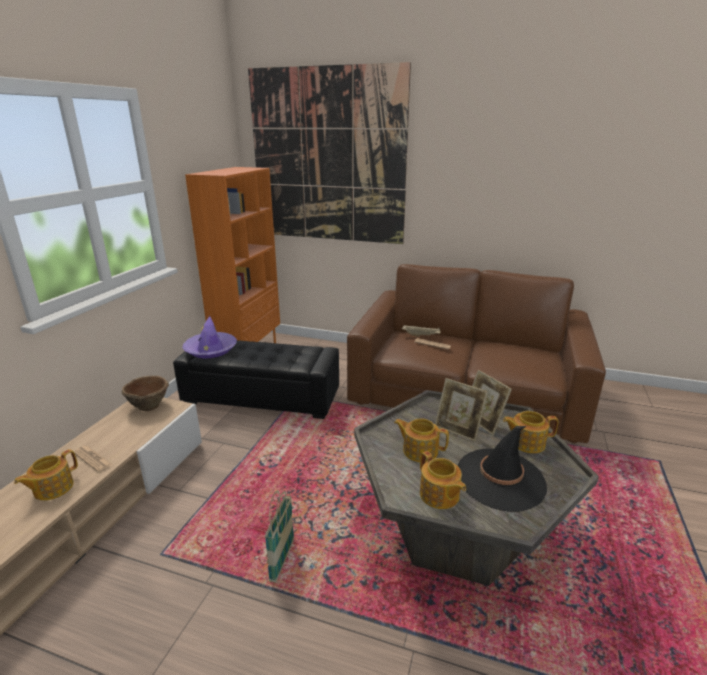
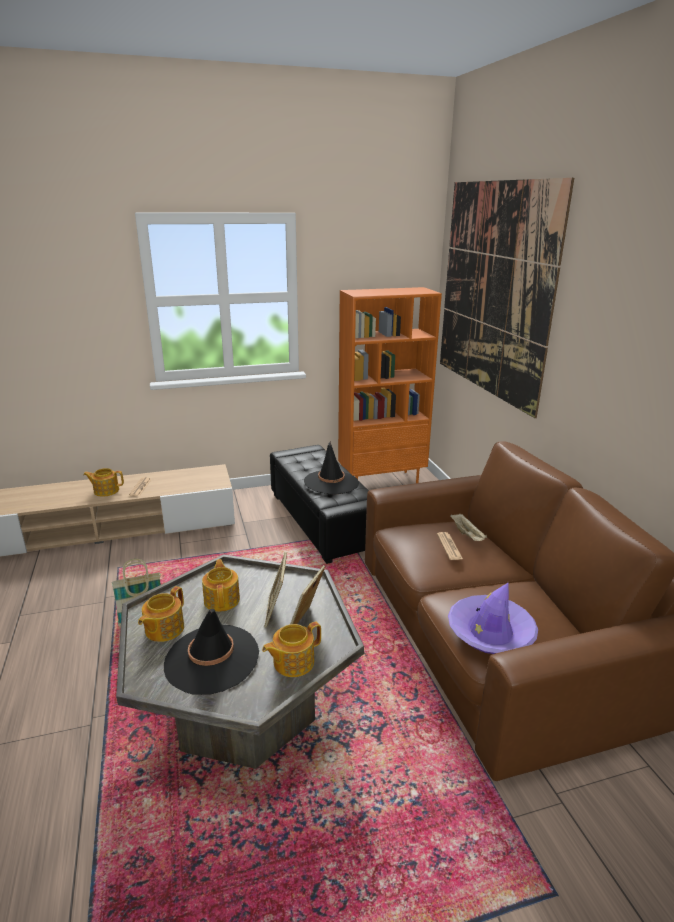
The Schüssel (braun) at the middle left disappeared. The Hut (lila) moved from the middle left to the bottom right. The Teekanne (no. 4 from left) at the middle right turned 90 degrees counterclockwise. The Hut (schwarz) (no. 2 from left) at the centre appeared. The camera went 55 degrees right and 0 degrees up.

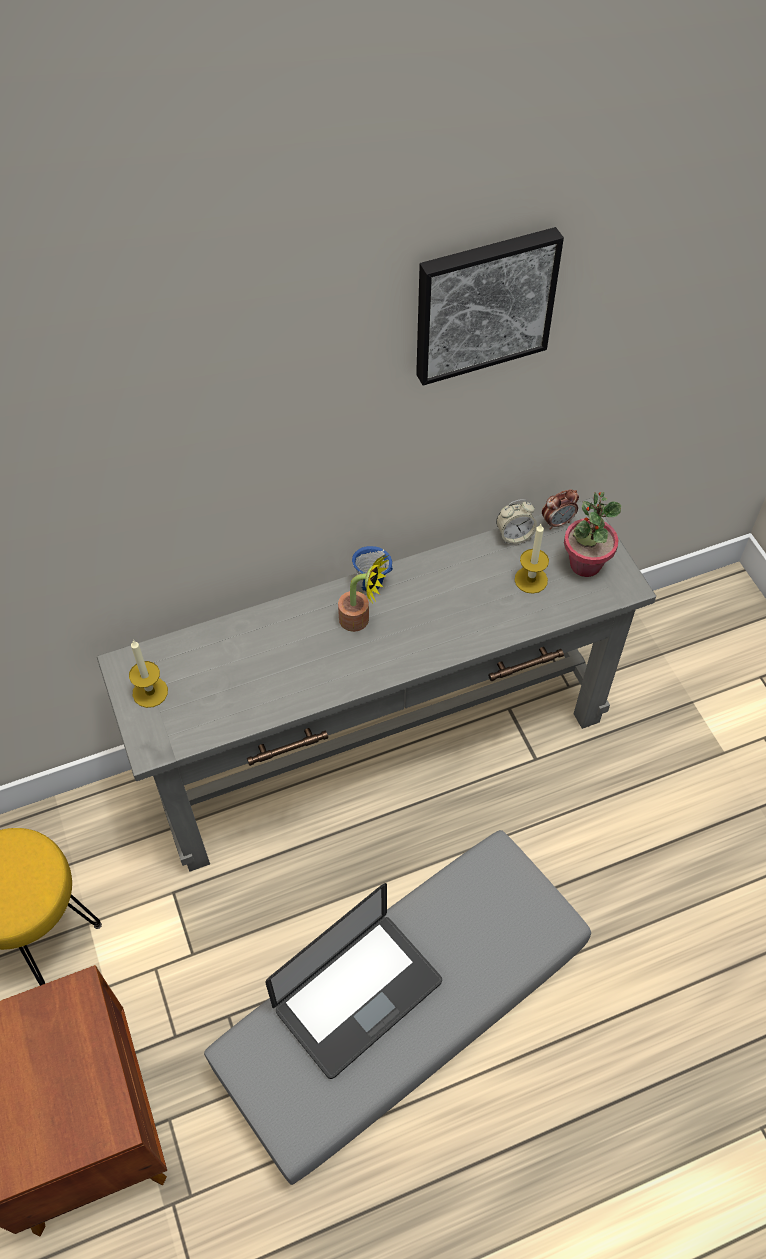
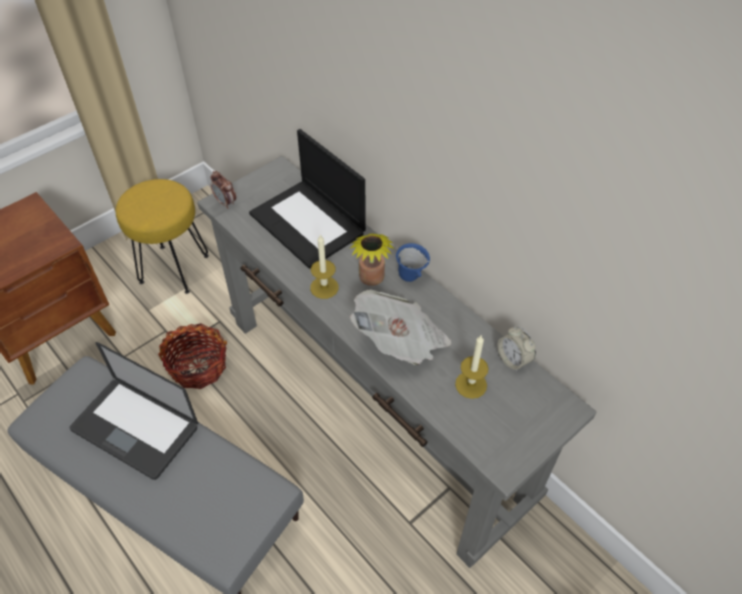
The Kerze (no. 1 from left) moved from the middle left to the centre. The Bild at the top centre disappeared. The Wecker (no. 2 from left in the first image) moved from the middle right to the top left. The Topfpflanze (no. 2 from left) at the middle right disappeared. The Korb at the middle left appeared. The Laptop (no. 2 from left) at the centre appeared. The Zeitung at the centre appeared. The camera went 70 degrees right and 5 degrees down.

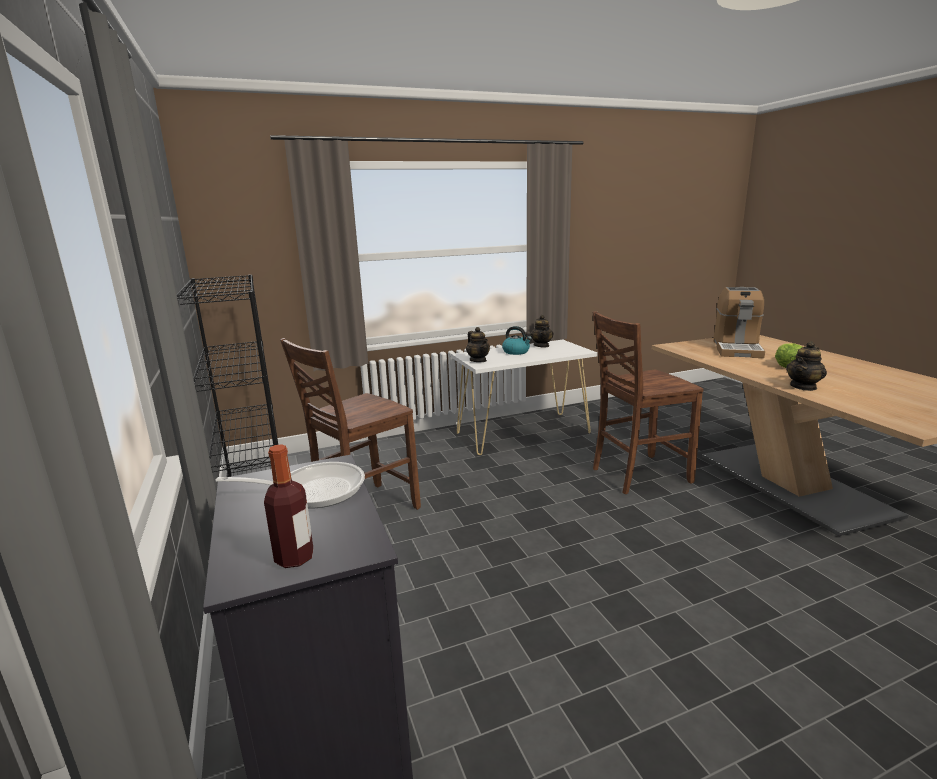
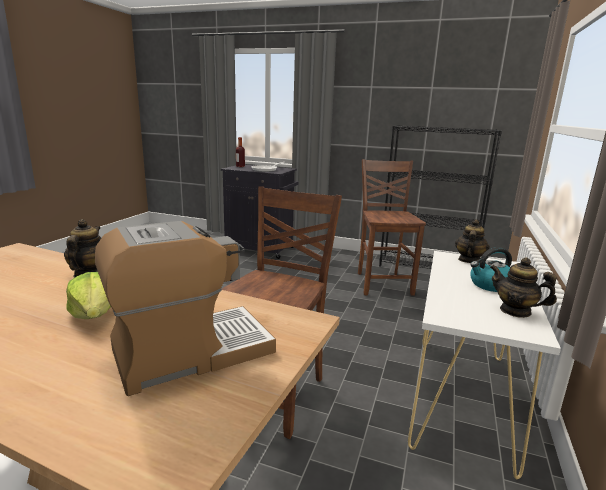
The Teekanne (no. 1 from left in the first image) at the centre turned 105 degrees clockwise. The Kaffeemaschine at the middle right turned 90 degrees clockwise. The camera went 130 degrees right and 0 degrees up.

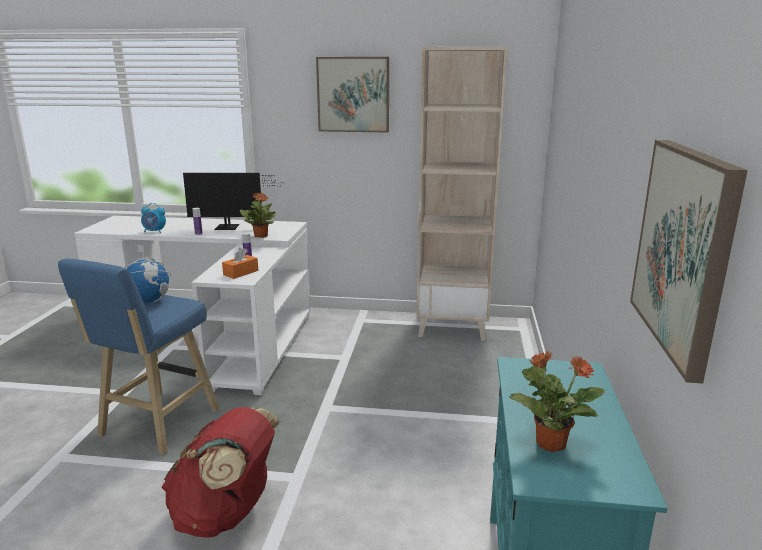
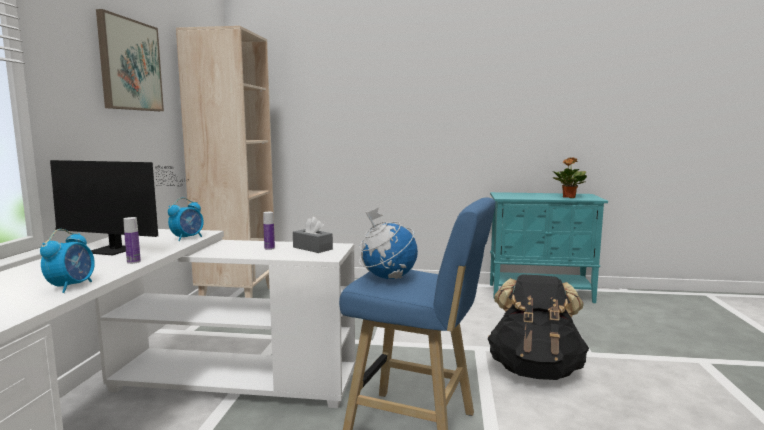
The Rucksack (rot) at the bottom left became the Rucksack (schwarz) at the bottom right. The Monitor at the middle left turned 105 degrees clockwise. The Taschentuchbox (orange) at the middle left became the Taschentuchbox (grau) at the centre. The Topfpflanze (no. 1 from left) at the centre was replaced by the Wecker (no. 2 from left) at the middle left. The Bild (no. 2 from left) at the middle right disappeared. The camera went 90 degrees left and 10 degrees down.

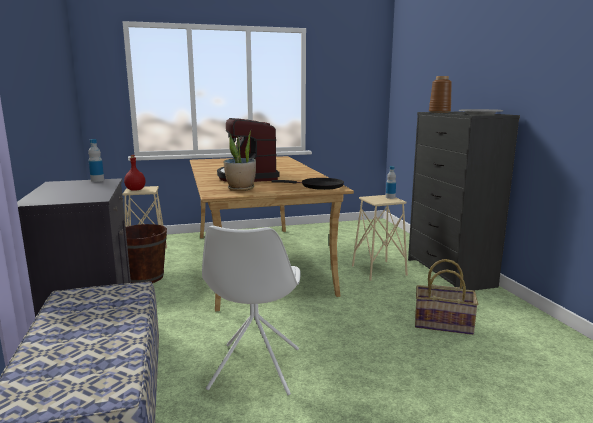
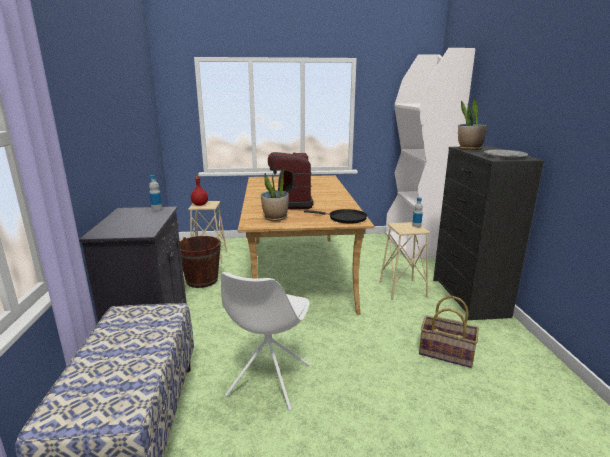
The Vase (braun) at the top right was replaced by the Topfpflanze (no. 2 from left) at the top right. The Bücherregal (weiß) at the middle right appeared. The camera went 10 degrees right and 5 degrees up.

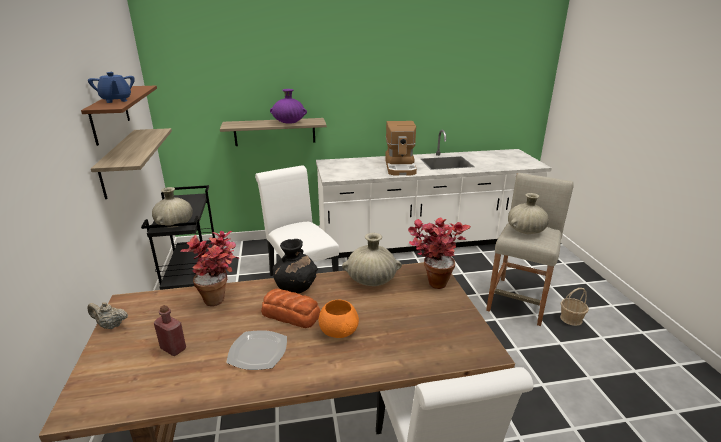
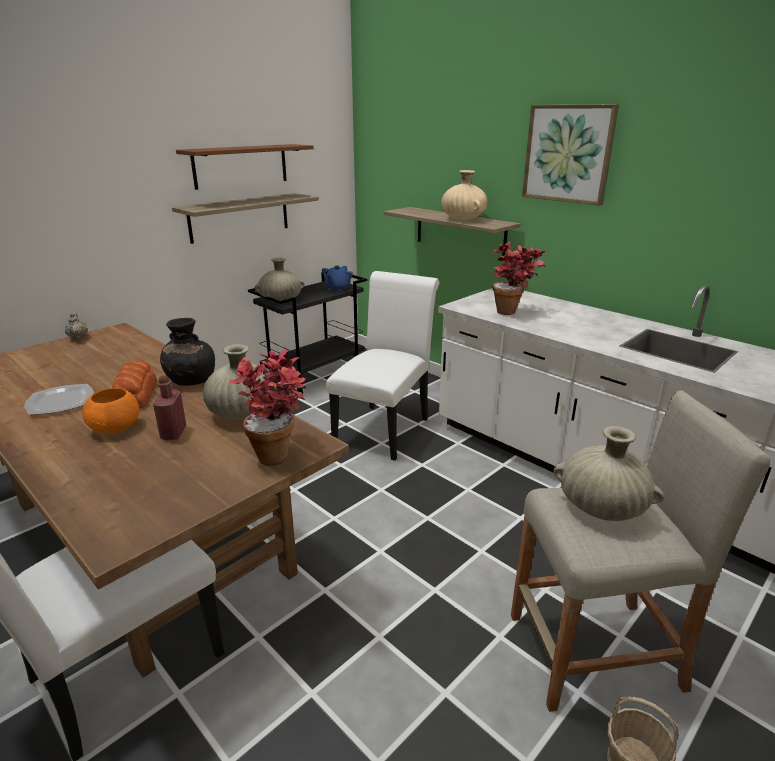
The Teekanne (blau) moved from the top left to the centre. The Flasche (rot) moved from the bottom left to the middle left. The Topfpflanze (no. 1 from left in the first image) moved from the middle left to the middle right. The Vase (lila) at the top centre became the Vase (beige) (no. 3 from left) at the top centre. The Kaffeemaschine at the centre disappeared. The Bild at the top right appeared. The camera went 55 degrees right and 0 degrees up.

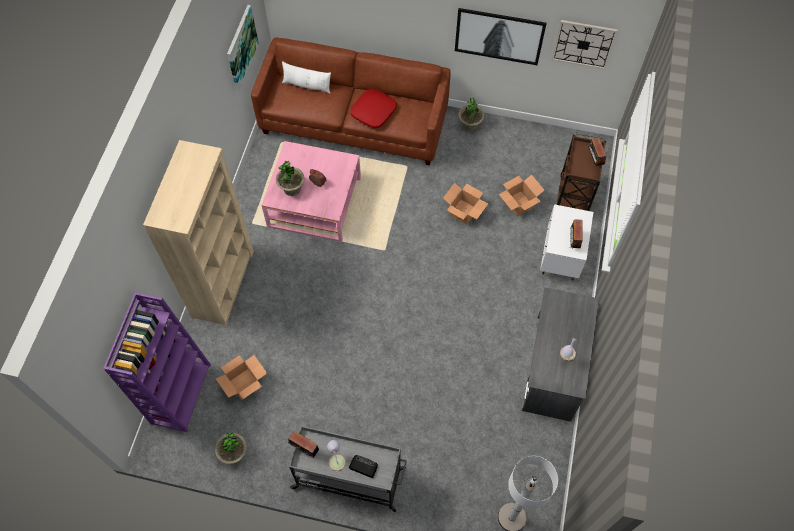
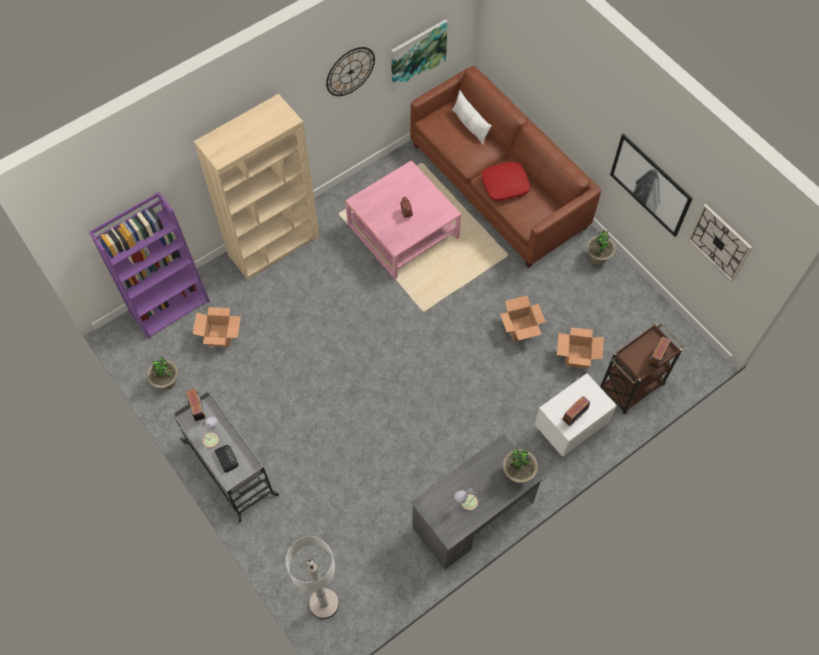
The Topfpflanze (no. 2 from left) moved from the centre to the bottom centre. The Wanduhr (no. 1 from left) at the top centre appeared. The camera went 40 degrees right and 0 degrees up.

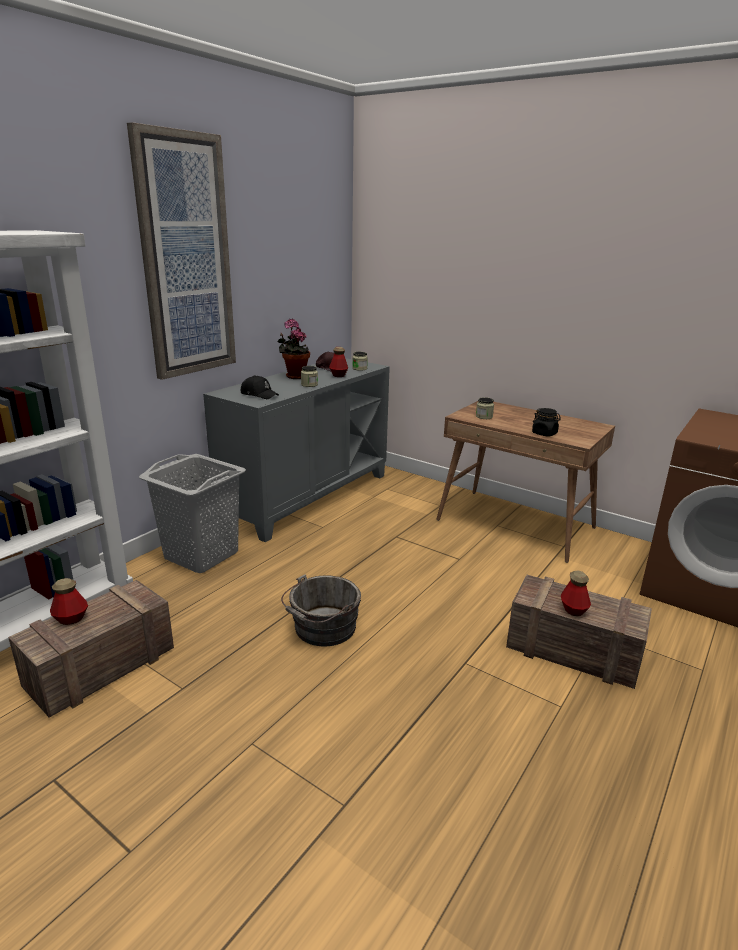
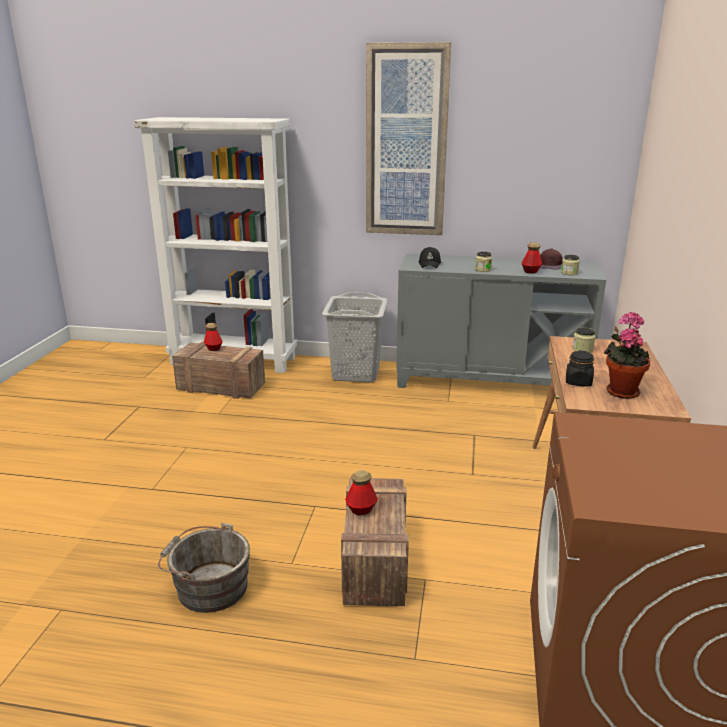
The Topfpflanze moved from the centre to the middle right. The Eimer (grau) moved from the centre to the bottom left. The camera went 65 degrees right and 0 degrees up.

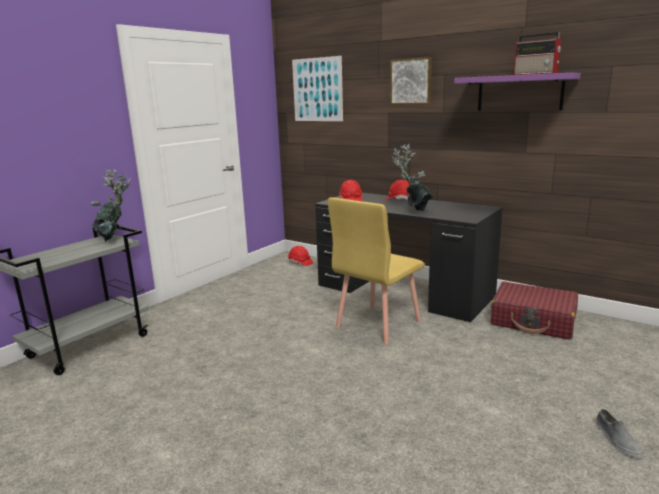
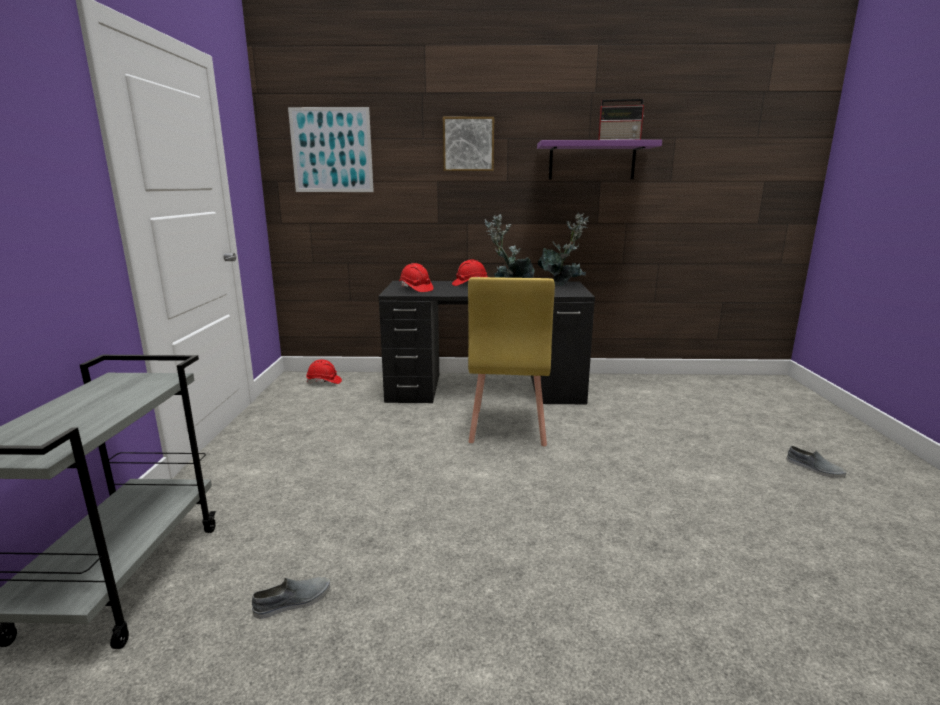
The Topfpflanze (no. 1 from left in the first image) moved from the middle left to the centre. The Koffer (rot) at the middle right disappeared. The Schuh (grau) (no. 1 from left) at the bottom left appeared. The camera went 35 degrees left and 0 degrees up.

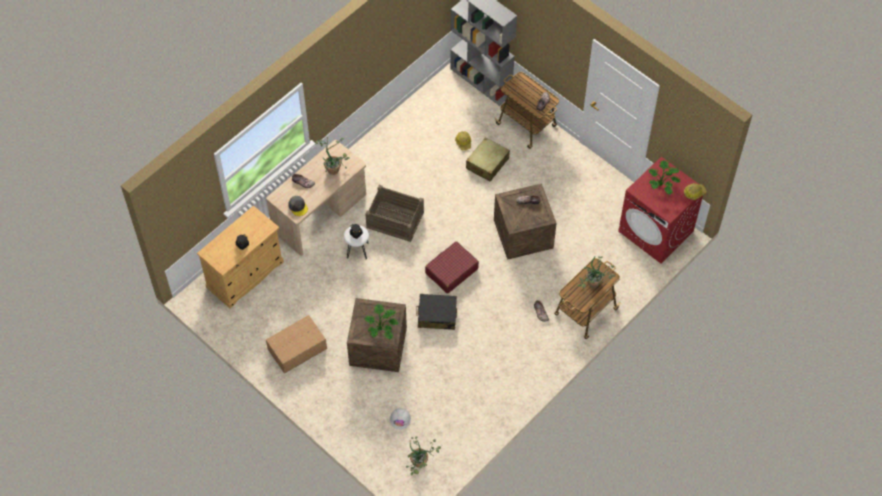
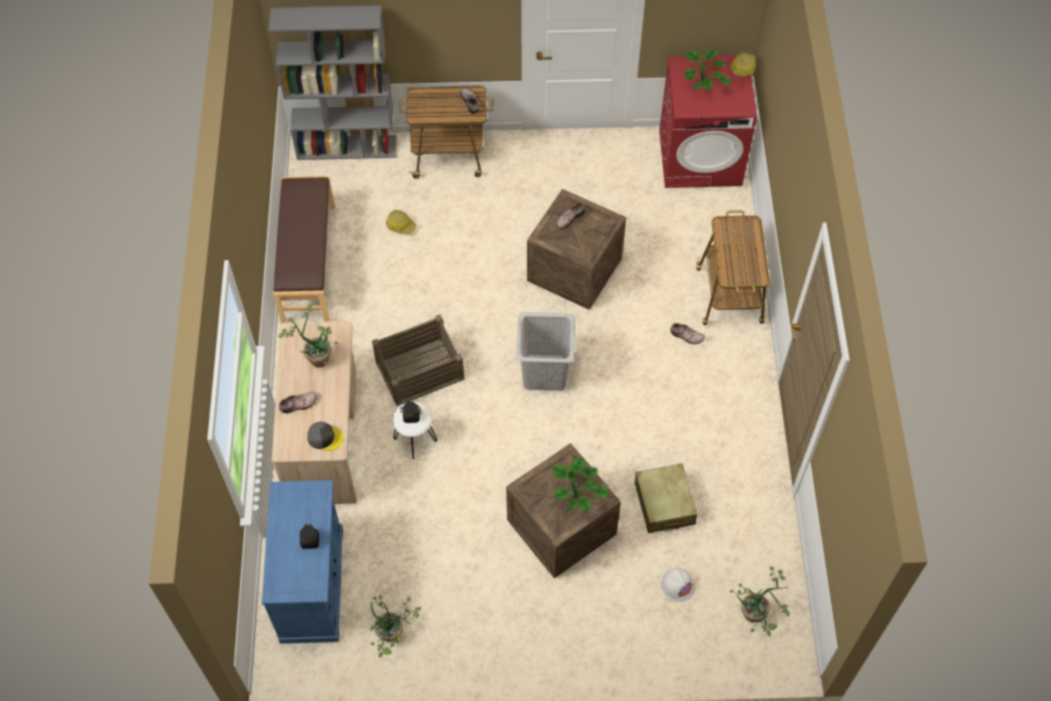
The Schrank (beige) at the middle left became the Schrank (blau) at the bottom left. The Karton at the bottom centre disappeared. The Koffer (schwarz) at the centre disappeared. The Koffer (rot) at the centre was replaced by the Wäschekorb (grau) at the centre. The Koffer (beige) moved from the top centre to the bottom centre. The Topfpflanze (no. 4 from left in the first image) moved from the middle right to the bottom centre. The Bank (braun) at the middle left appeared. The camera went 45 degrees left and 0 degrees up.

